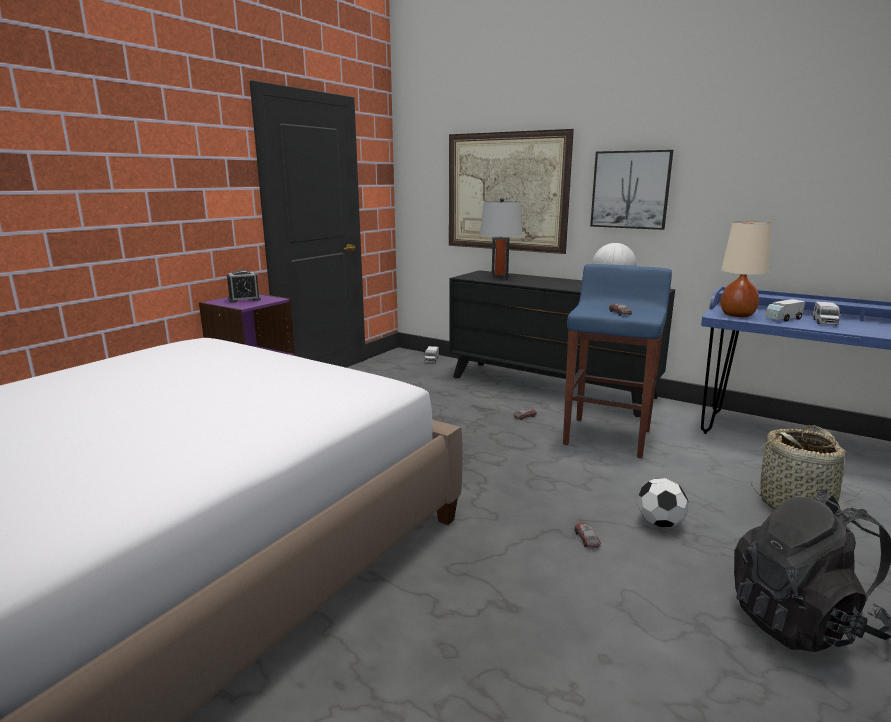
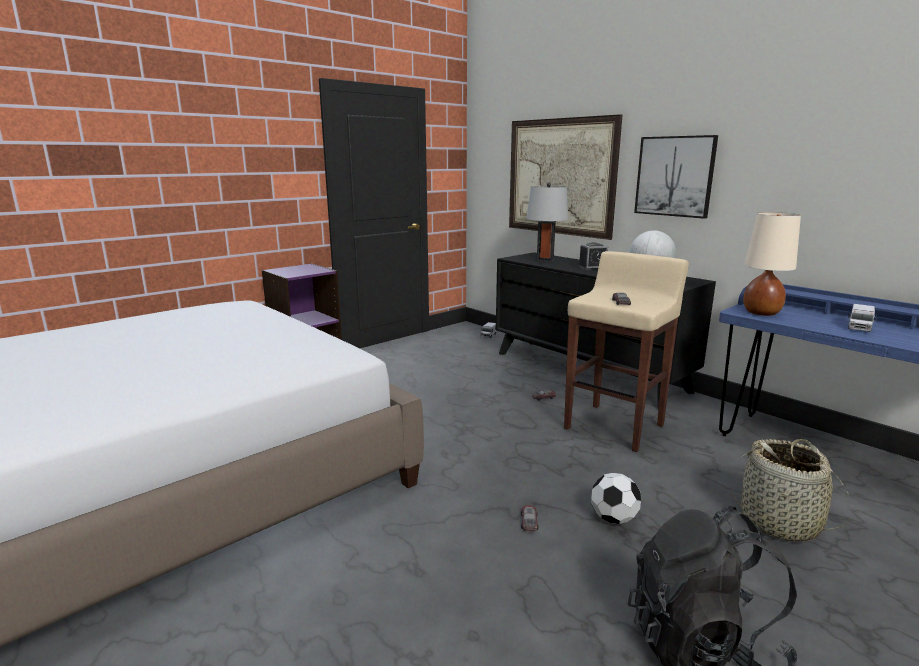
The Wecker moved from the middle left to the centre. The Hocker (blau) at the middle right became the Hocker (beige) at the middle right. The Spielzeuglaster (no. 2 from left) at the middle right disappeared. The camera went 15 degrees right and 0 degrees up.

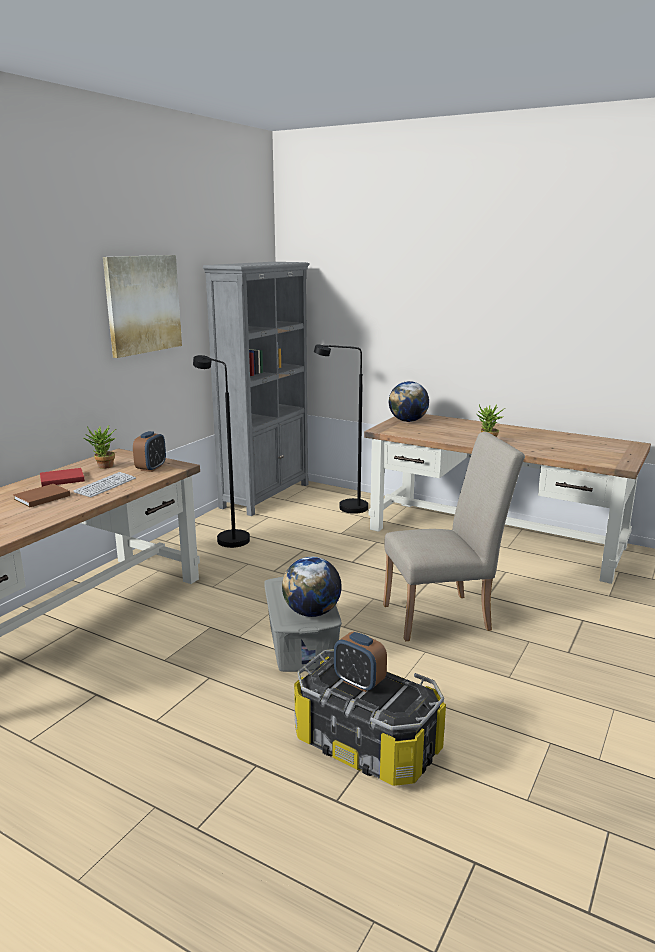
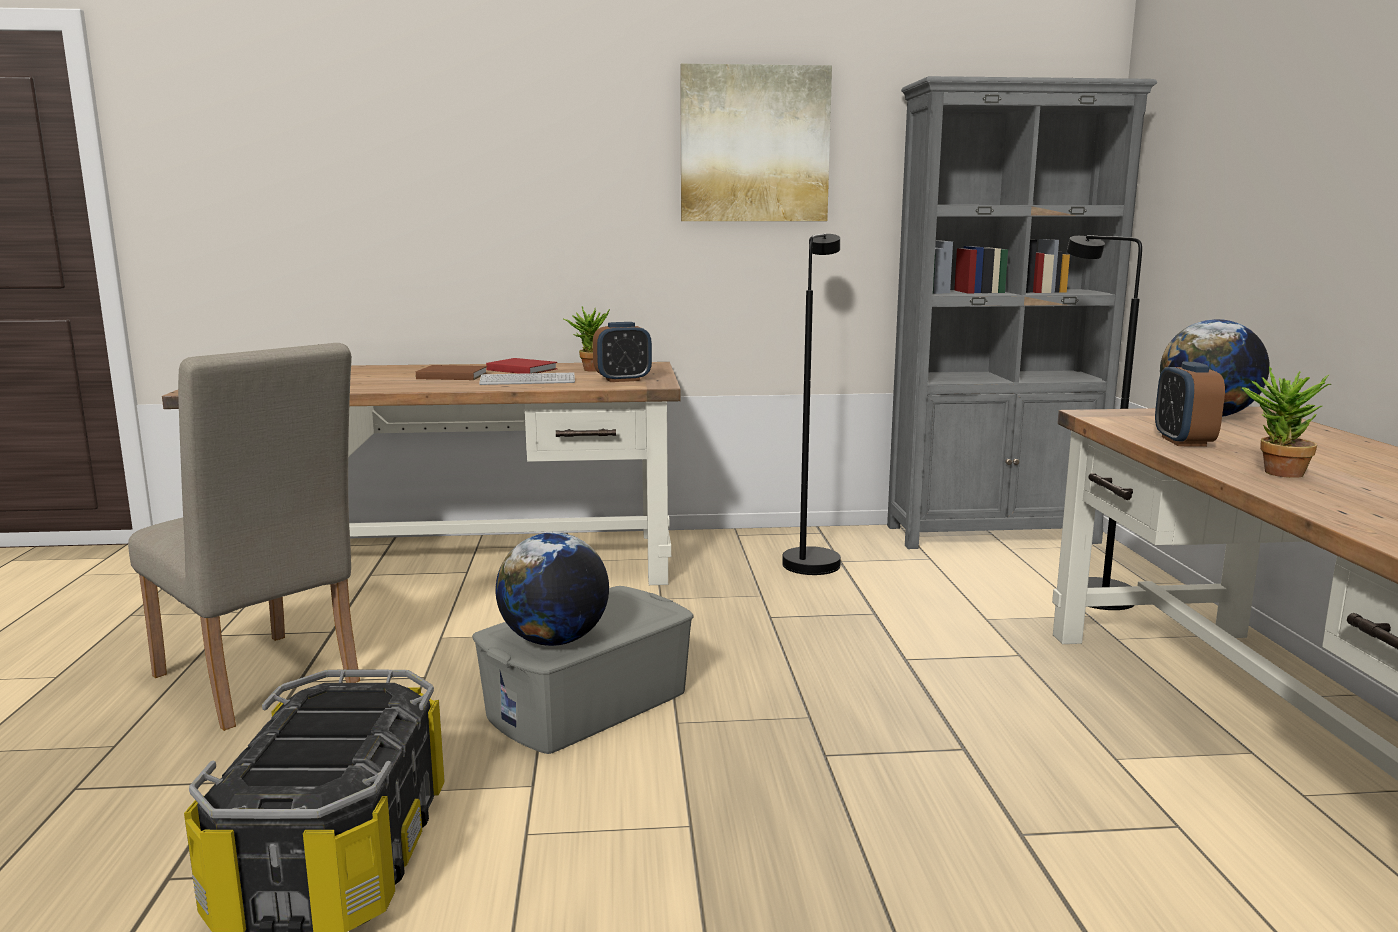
The Wecker (no. 2 from left) moved from the bottom centre to the middle right. The Stuhl (beige) moved from the middle right to the middle left. The camera went 55 degrees right and 5 degrees down.

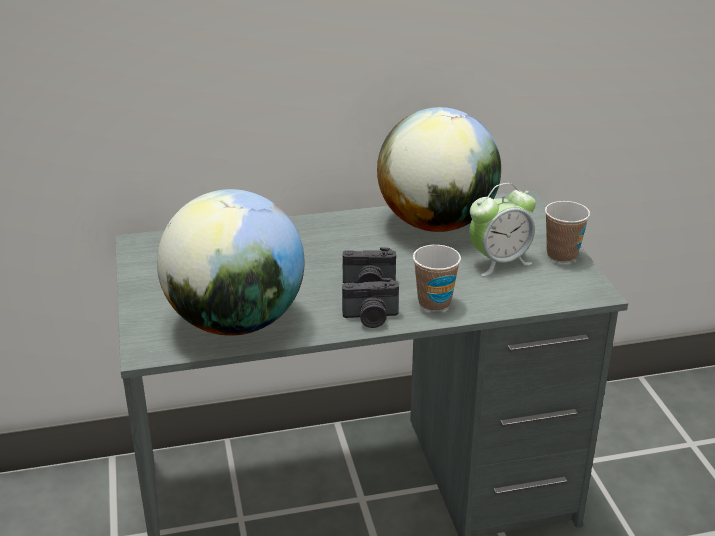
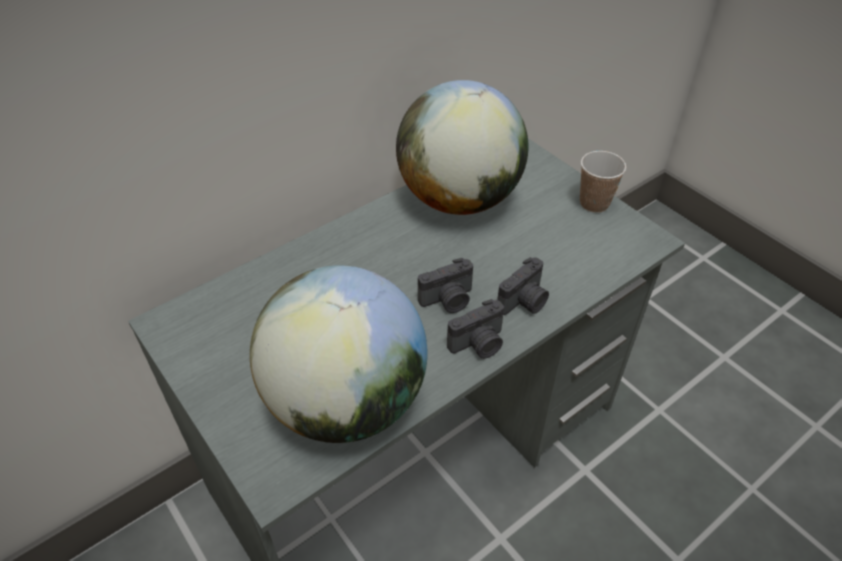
The Tasse (no. 1 from left) at the centre was replaced by the Kamera (no. 3 from left) at the centre. The Wecker at the middle right disappeared. The camera went 25 degrees left and 15 degrees up.

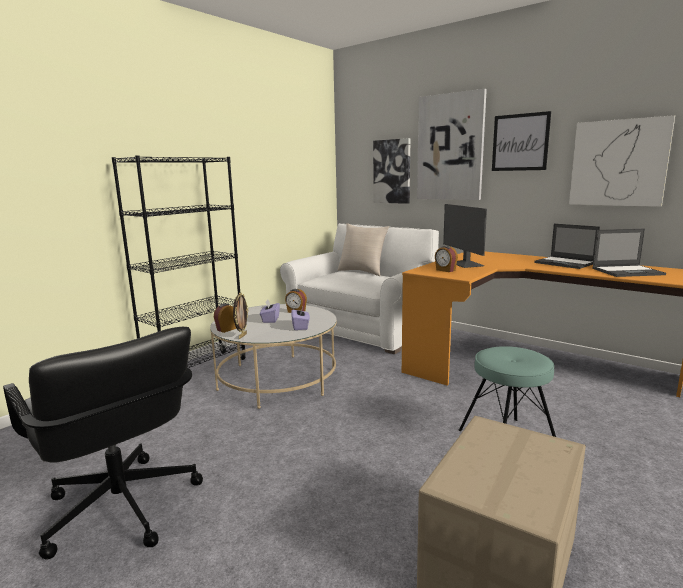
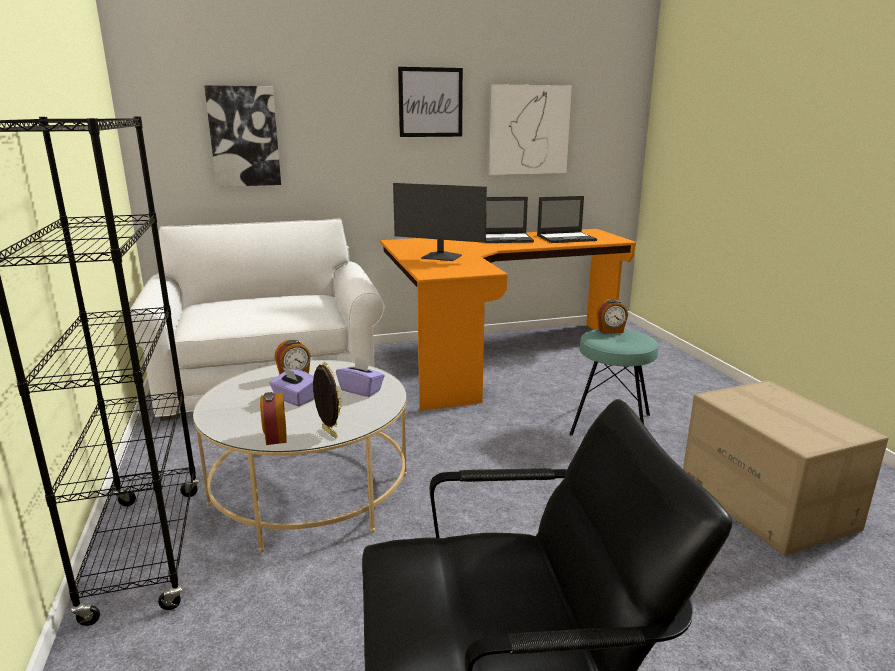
The Kissen (beige) at the centre disappeared. The Bild (no. 2 from left) at the top centre disappeared. The Wecker (no. 3 from left) moved from the centre to the middle right. The Laptop (no. 2 from left) at the middle right turned 45 degrees clockwise. The camera went 55 degrees left and 5 degrees up.

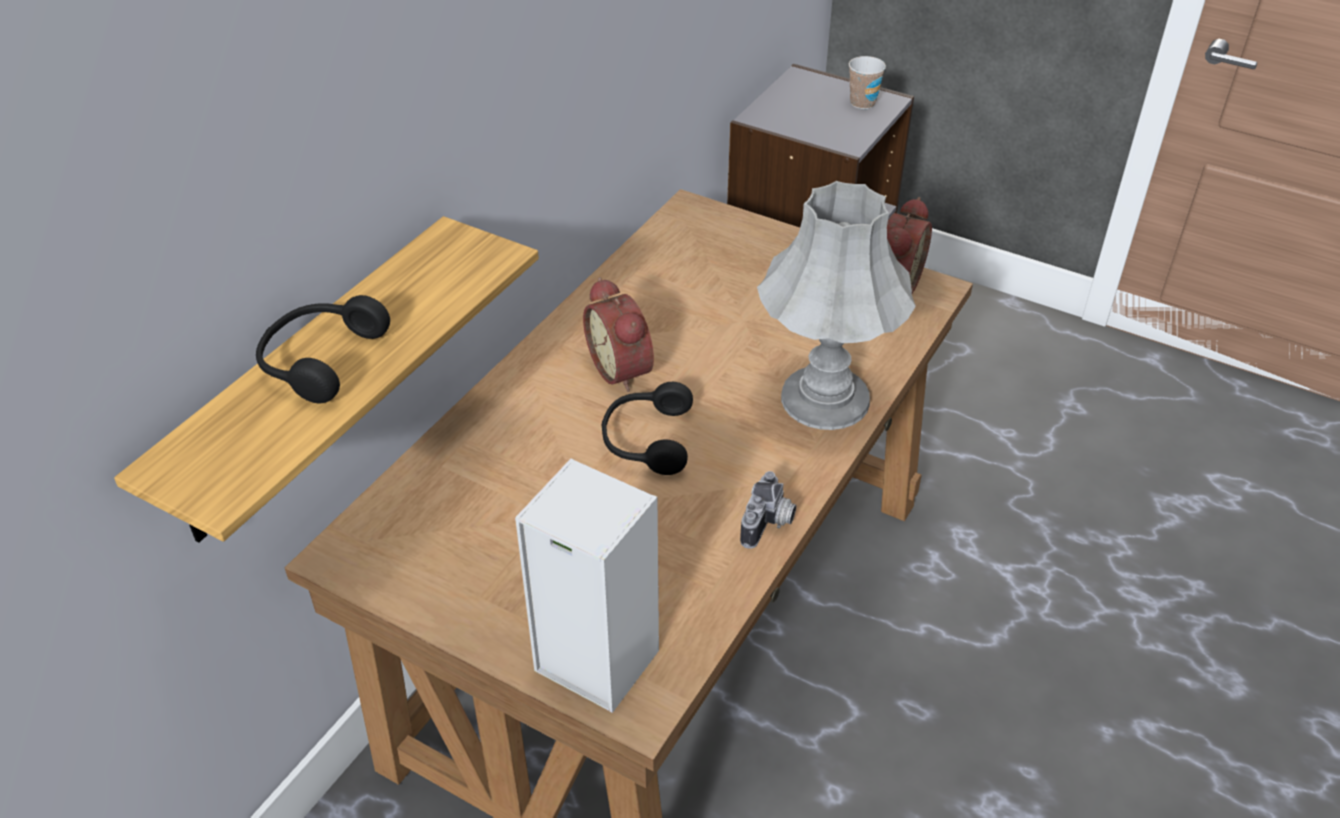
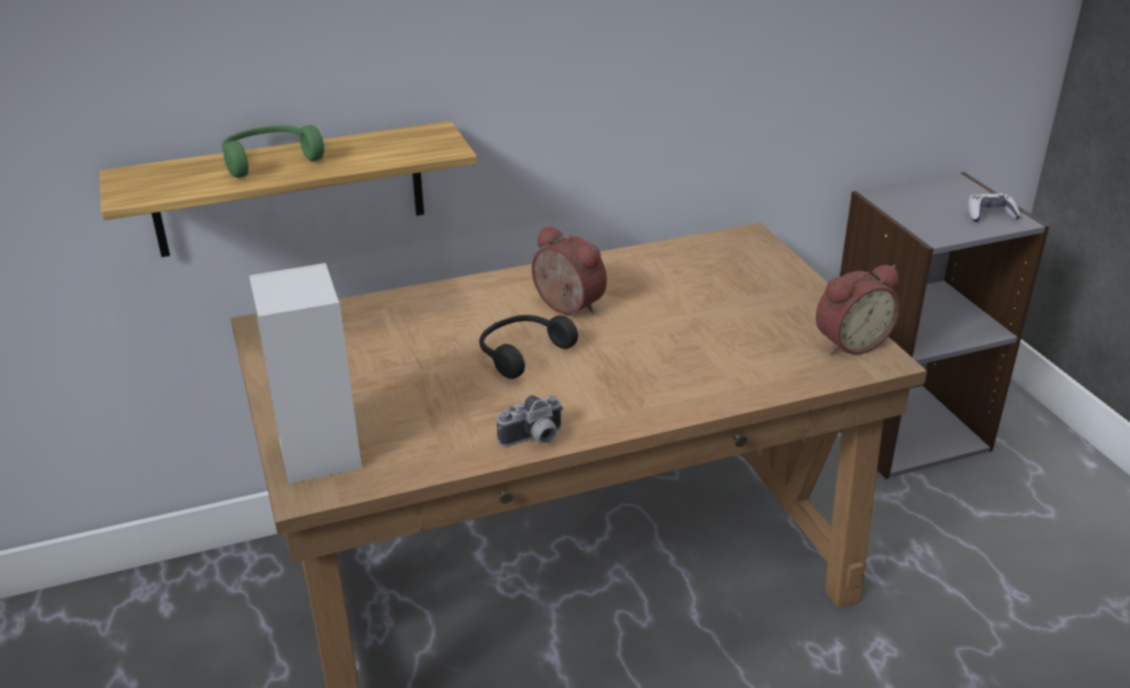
The Kopfhörer (schwarz) (no. 1 from left) at the middle left became the Kopfhörer (grün) at the top left. The Wecker (no. 1 from left) at the centre turned 120 degrees clockwise. The Tischlampe (grau) at the centre disappeared. The Tasse at the top centre was replaced by the Gamepad at the top right. The camera went 40 degrees right and 10 degrees down.

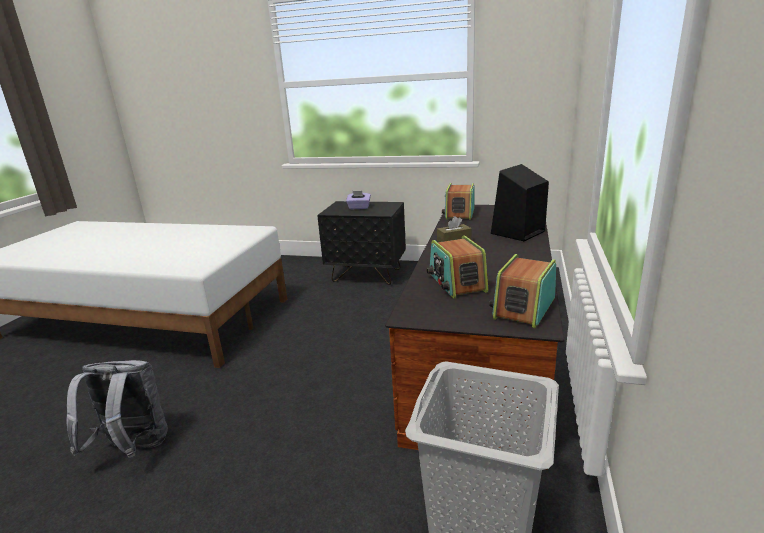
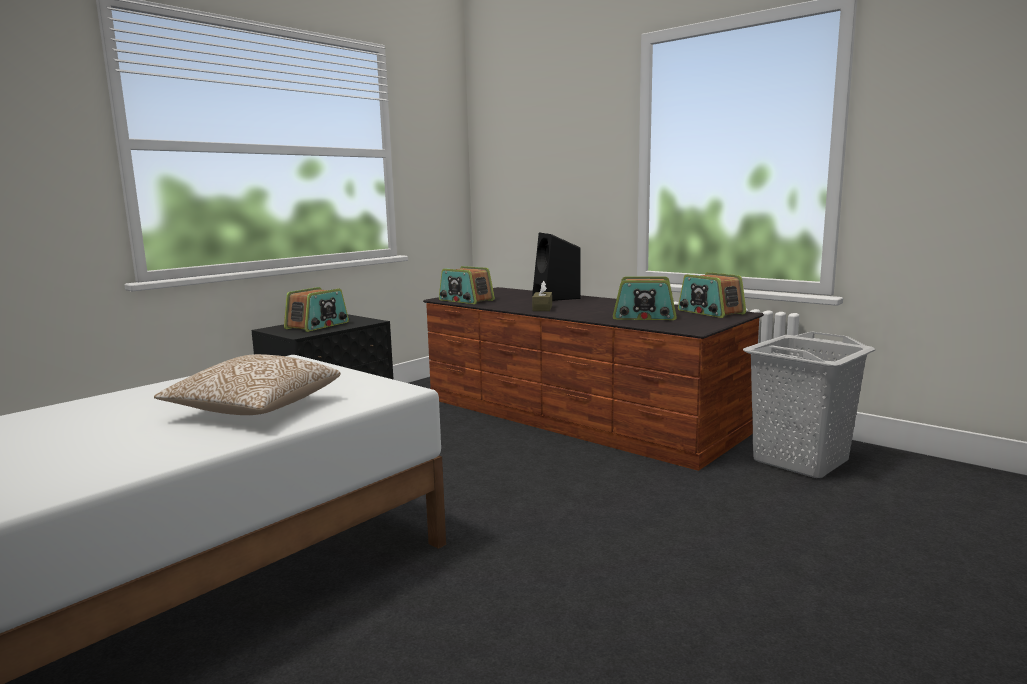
The Rucksack (grau) at the bottom left disappeared. The Taschentuchbox (lila) at the centre was replaced by the Radio (no. 1 from left) at the middle left. The Kissen at the middle left appeared. The camera went 65 degrees left and 10 degrees down.

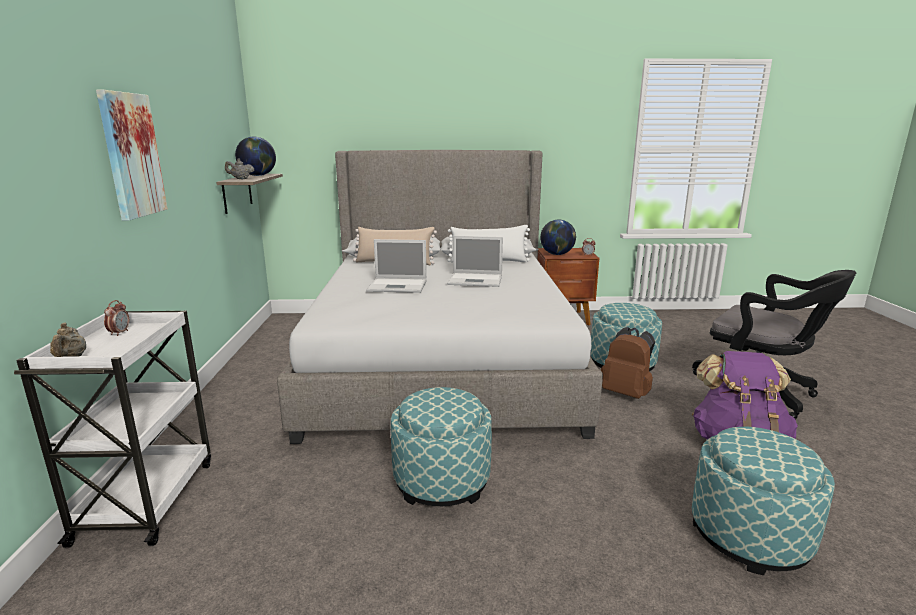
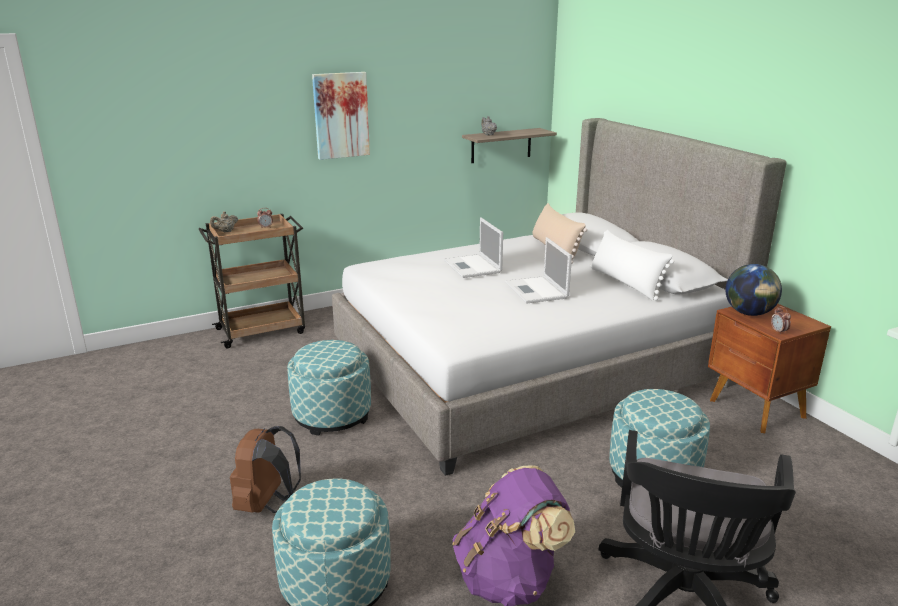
The Rollwagen (weiß) at the bottom left became the Rollwagen (braun) at the middle left. The Globus (no. 1 from left) at the top left disappeared. The Rucksack (braun) moved from the middle right to the bottom left. The camera went 65 degrees right and 5 degrees up.

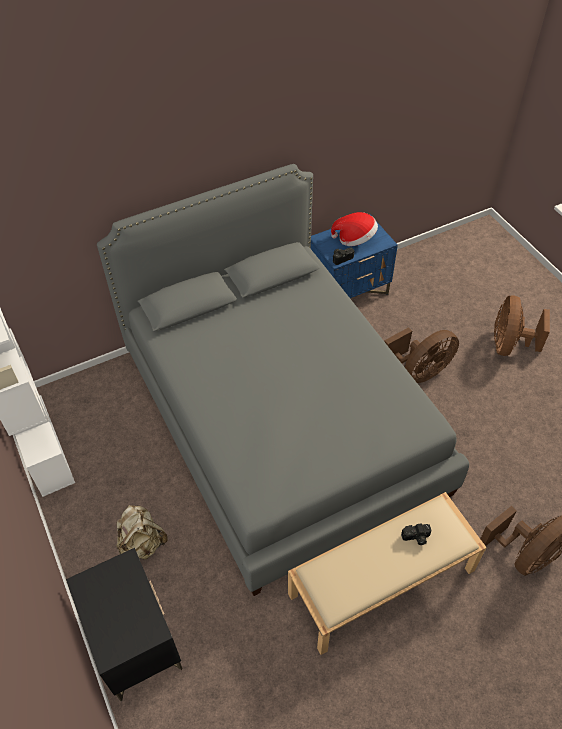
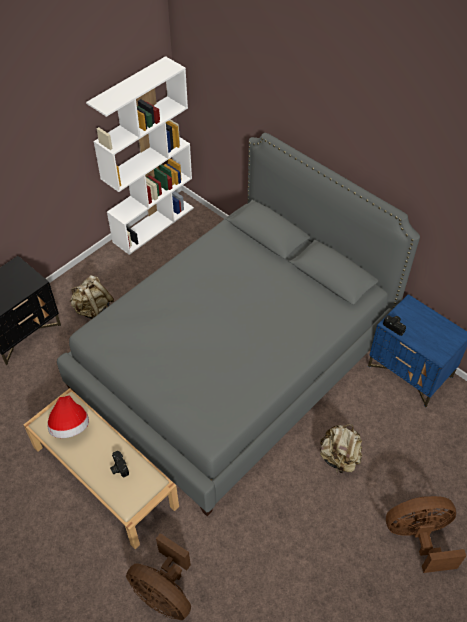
The Hut moved from the top centre to the bottom left. The Ventilator (braun) (no. 1 from left) at the middle right was replaced by the Rucksack (beige) (no. 2 from left) at the bottom right. The camera went 70 degrees right and 0 degrees up.

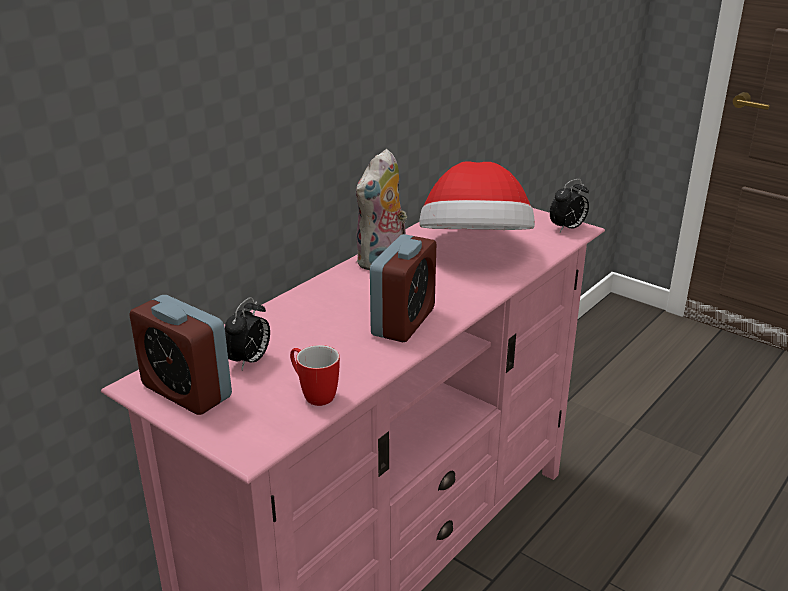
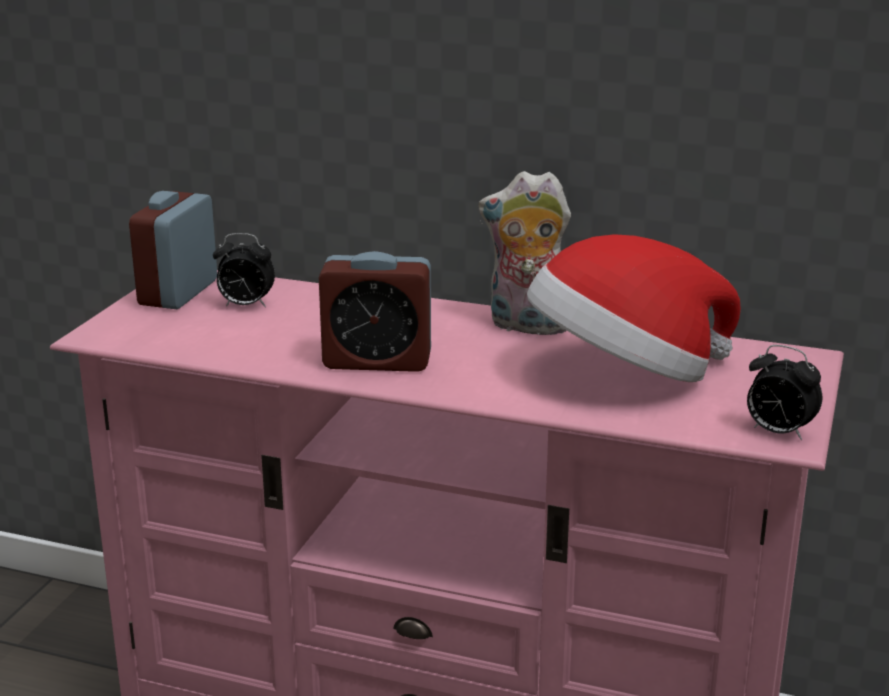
The Henkelbecher at the centre disappeared. The camera went 70 degrees right and 5 degrees down.

